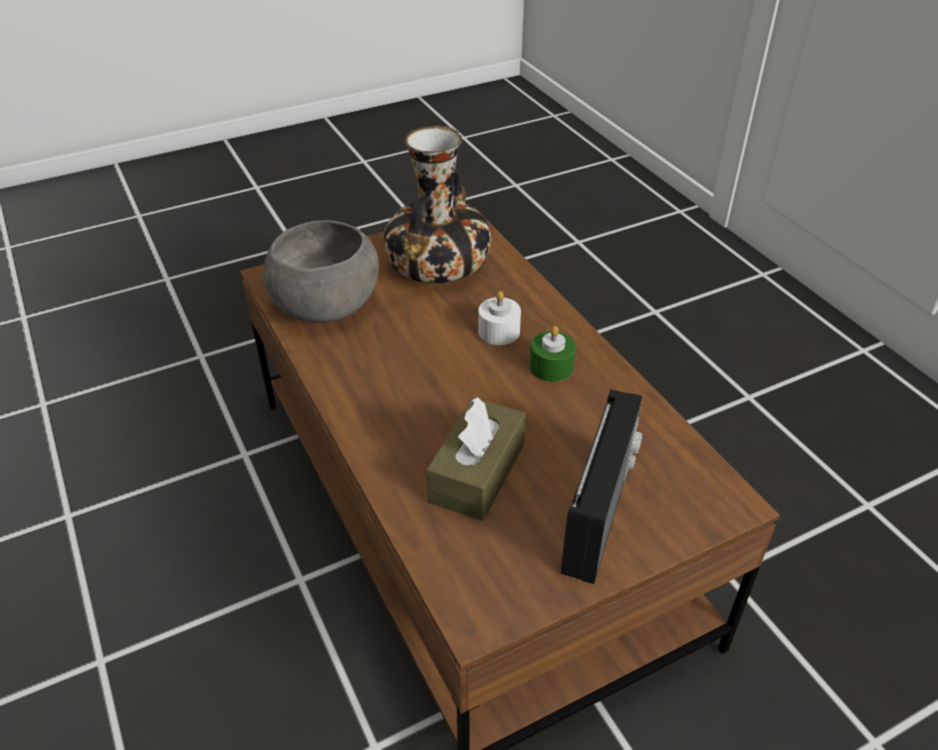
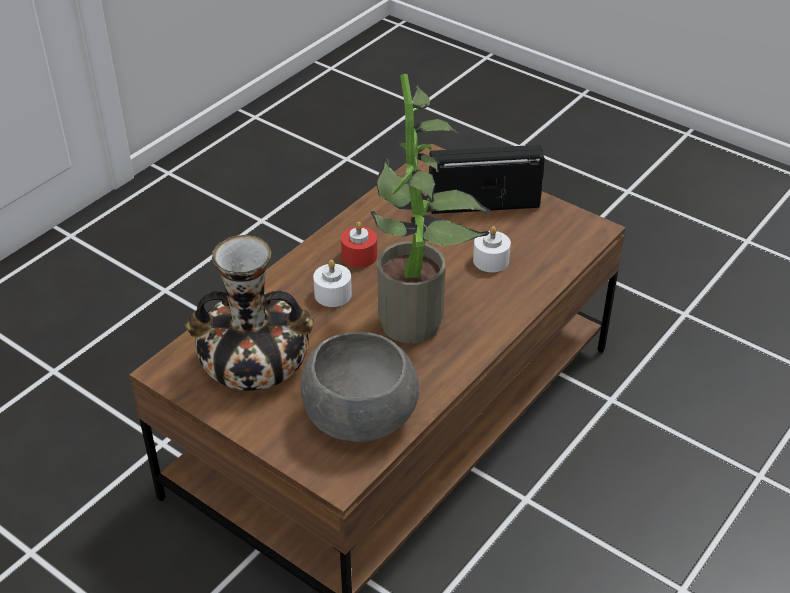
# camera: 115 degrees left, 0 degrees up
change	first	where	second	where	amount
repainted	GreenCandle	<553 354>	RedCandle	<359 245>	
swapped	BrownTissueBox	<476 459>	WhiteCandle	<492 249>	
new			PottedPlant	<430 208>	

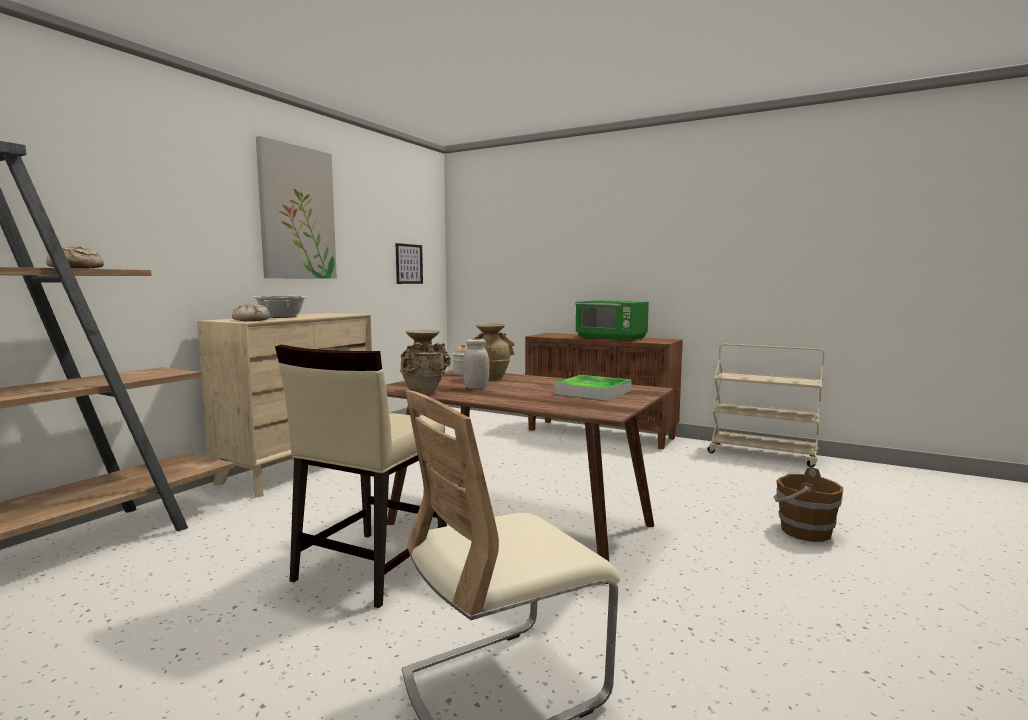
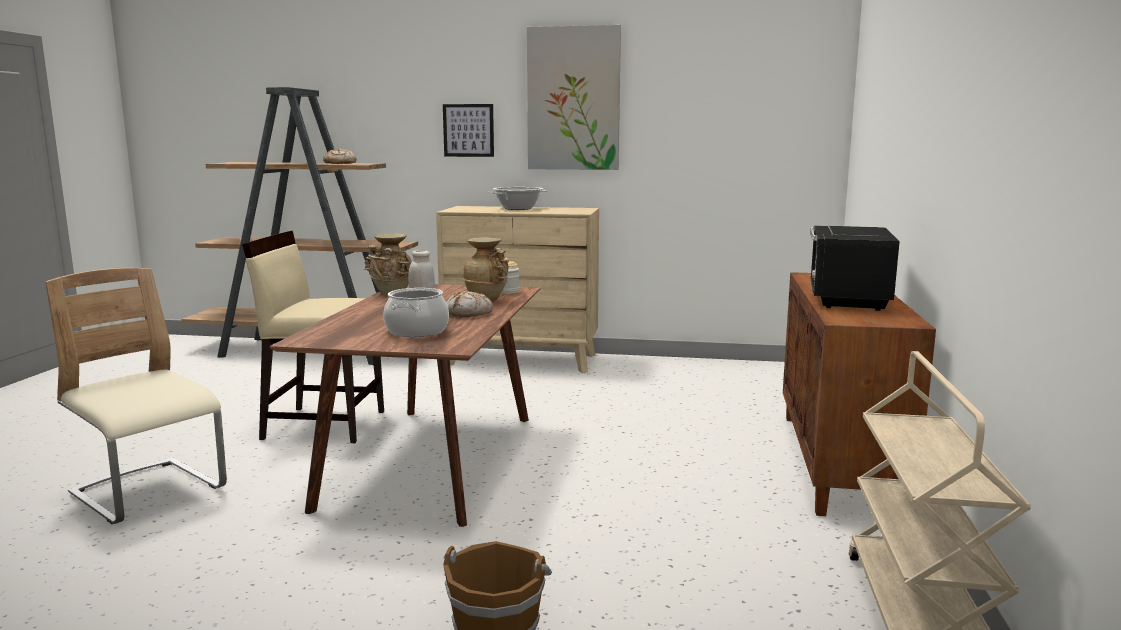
# camera: 70 degrees right, 5 degrees up
change	first	where	second	where	amount
shifted	Picture	<409 263>		<468 130>	
repainted	GreenMicrowave	<612 320>	BlackMicrowave	<855 268>	
shifted	Bread	<251 312>		<469 304>	
swapped	Tray	<593 388>	CookingPot	<416 312>	

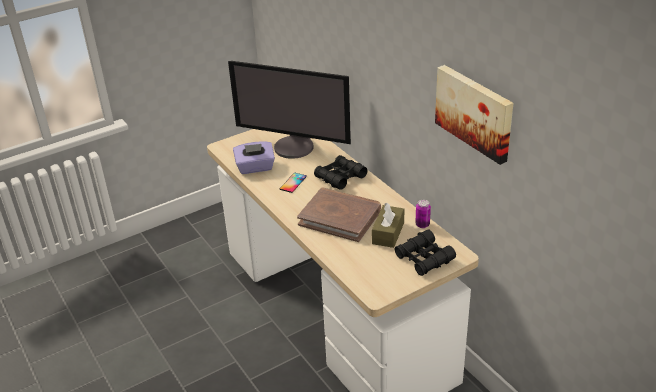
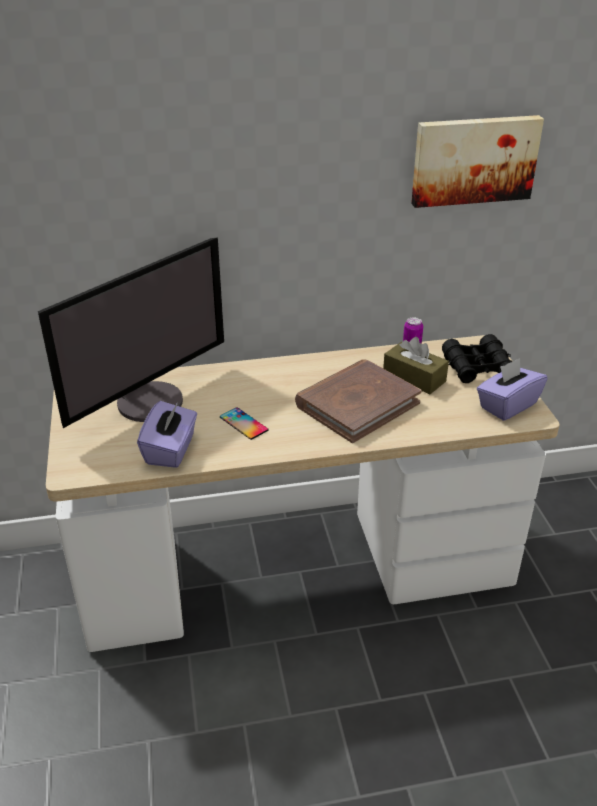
# camera: 70 degrees left, 0 degrees up
change	first	where	second	where	amount
gone	BlackBinoculars	<340 172>			
new			PurpleTissueBox	<512 389>	

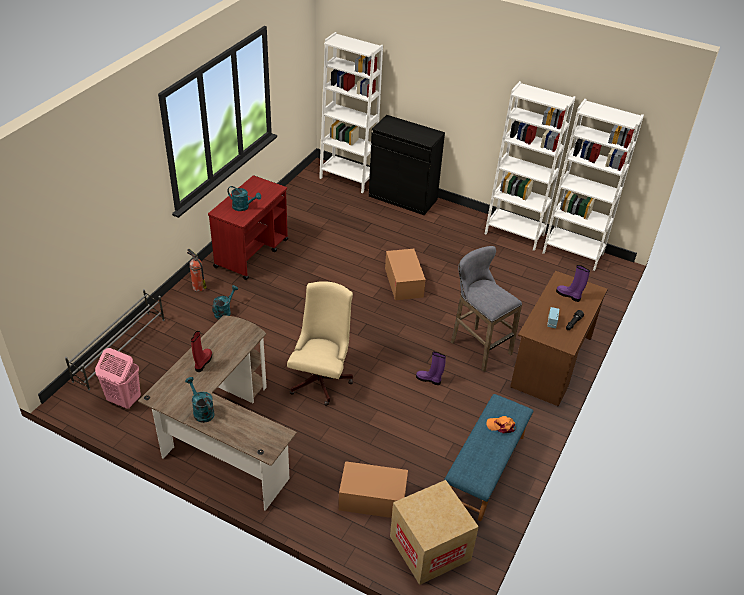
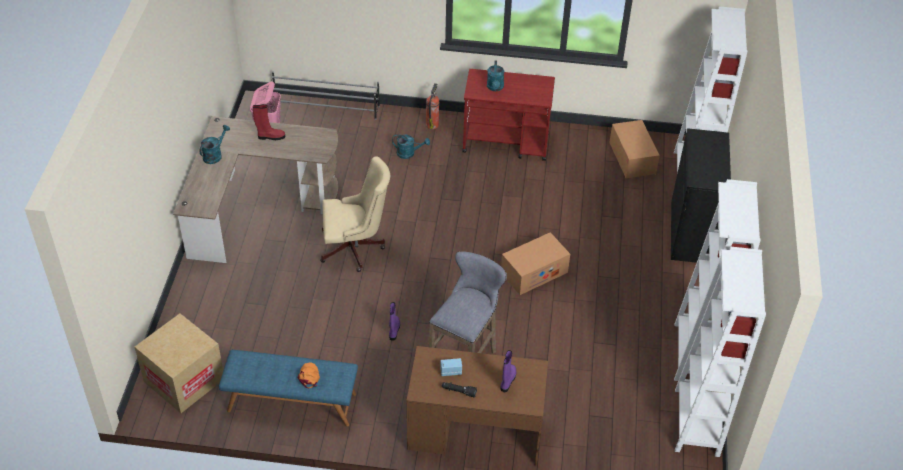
# camera: 70 degrees right, 5 degrees up
change	first	where	second	where	amount
shifted	CardboardBox	<373 489>		<634 149>	

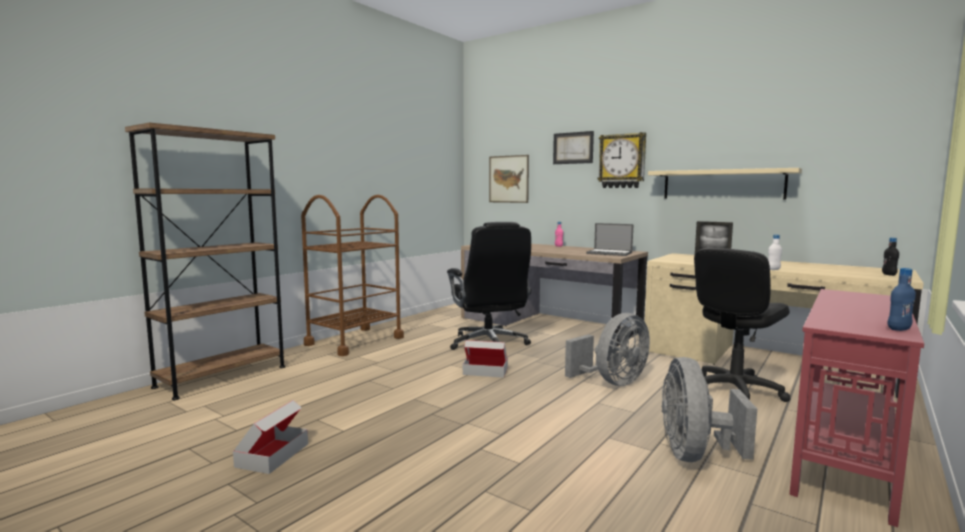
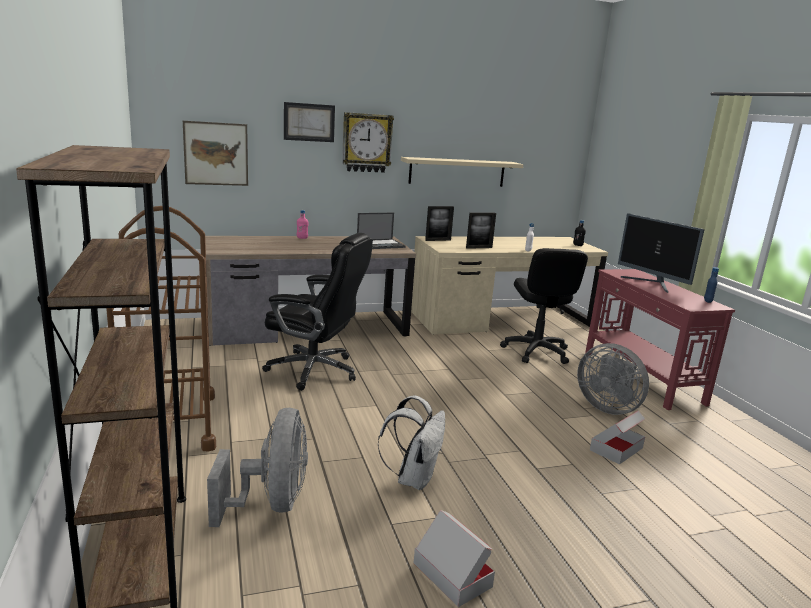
# camera: 55 degrees left, 10 degrees up
change	first	where	second	where	amount
shifted	GreyFan	<607 349>		<257 467>	
shifted	CardboardBox	<485 359>		<617 438>	
new			PictureFrame	<439 223>	
new			Monitor	<661 253>	
new			WhiteBackpack	<411 442>	

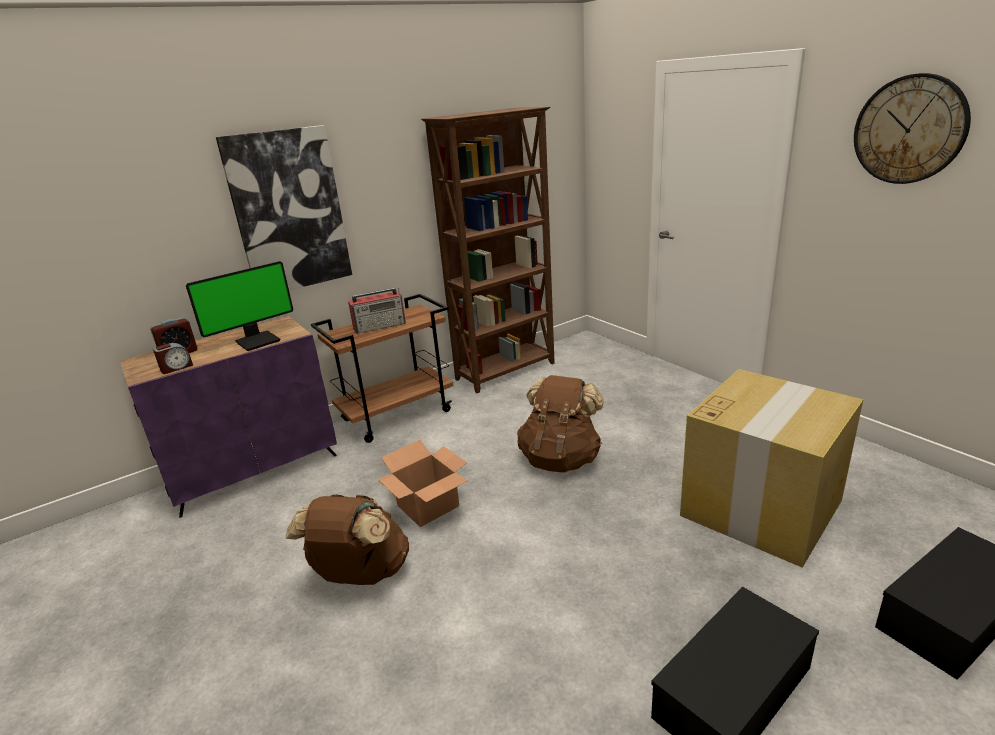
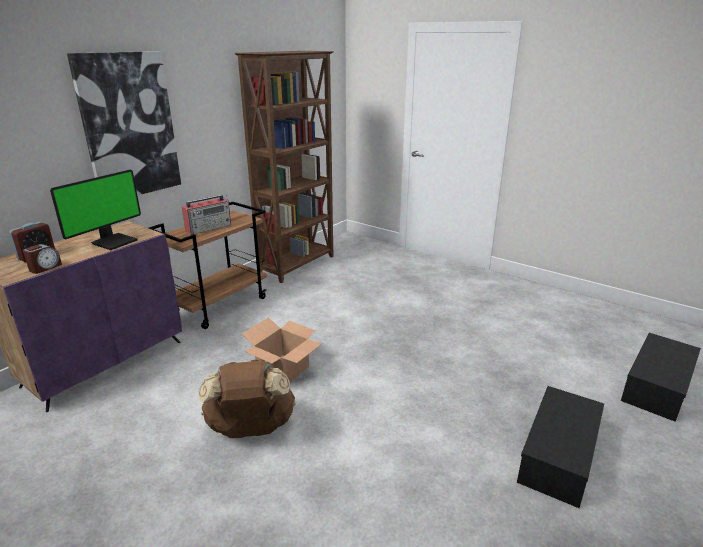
# camera: 20 degrees left, 0 degrees up
change	first	where	second	where	amount
gone	WallClock	<912 128>			
gone	CardboardBox	<771 468>			
gone	BrownBackpack	<560 424>			

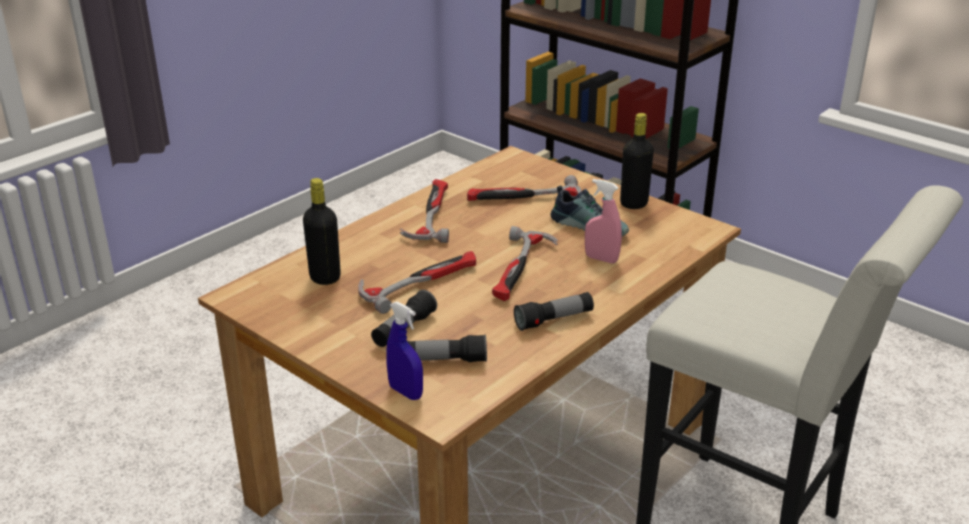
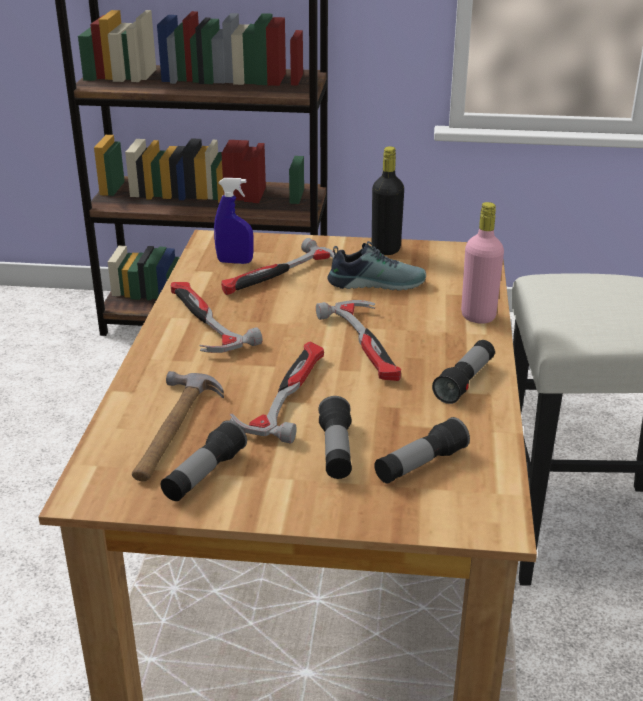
# camera: 35 degrees left, 0 degrees up
change	first	where	second	where	amount
swapped	BlackBottle	<322 231>	Hammer	<178 426>	
gone	PinkSprayBottle	<603 221>			
shifted	BlueSprayBottle	<404 350>		<234 221>	
new			PinkBottle	<482 263>	
new			Flashlight	<204 460>	

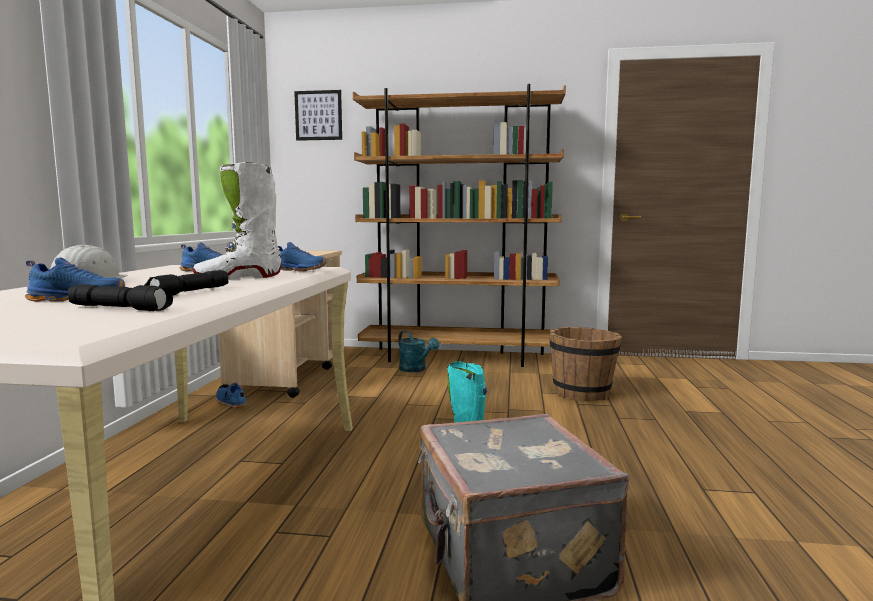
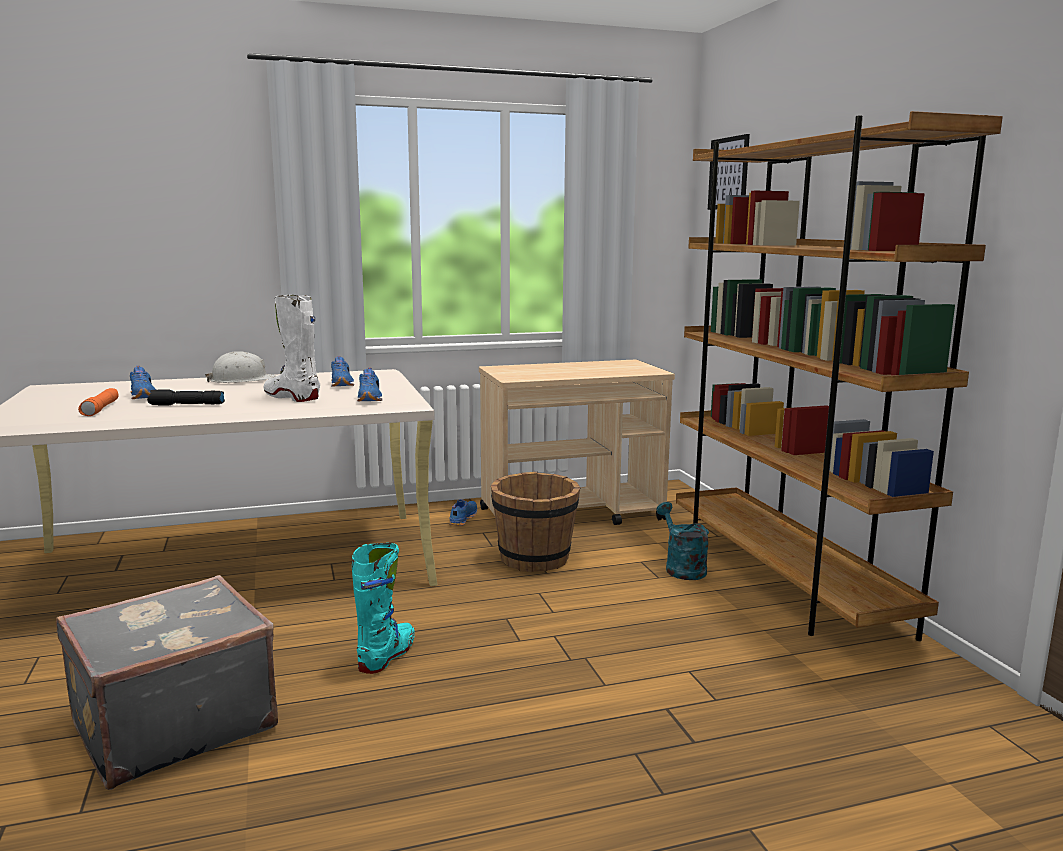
# camera: 65 degrees right, 5 degrees up
change	first	where	second	where	amount
repainted	BlackFlashlight	<120 298>	OrangeFlashlight	<98 402>	
shifted	BrownBucket	<585 364>		<535 522>	
rotated	TurquoiseWateringCan	<418 351>		<682 541>	135 degrees clockwise

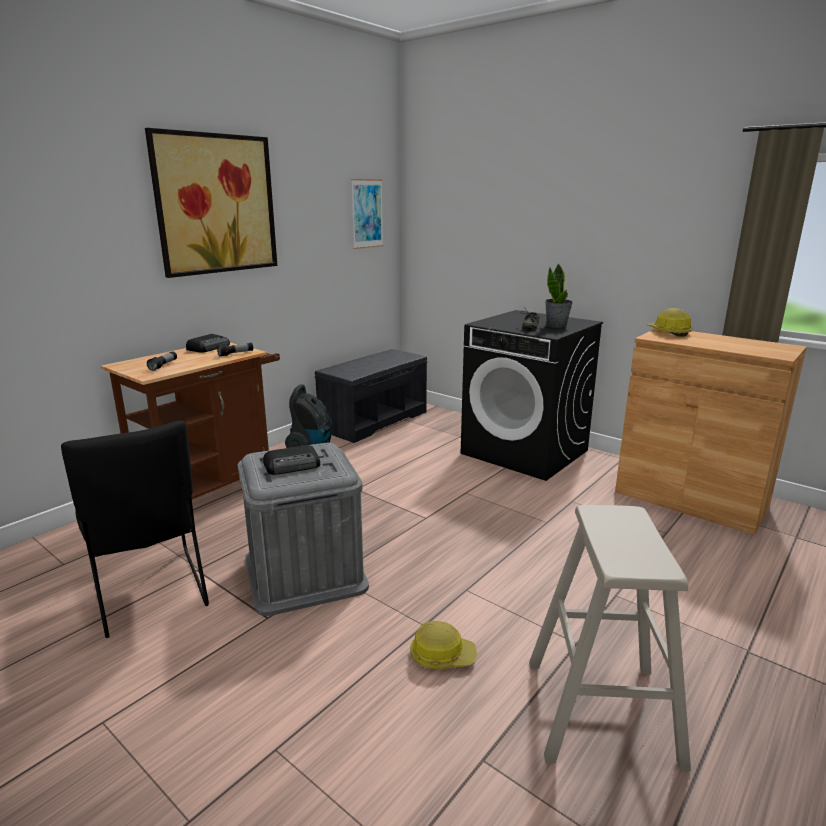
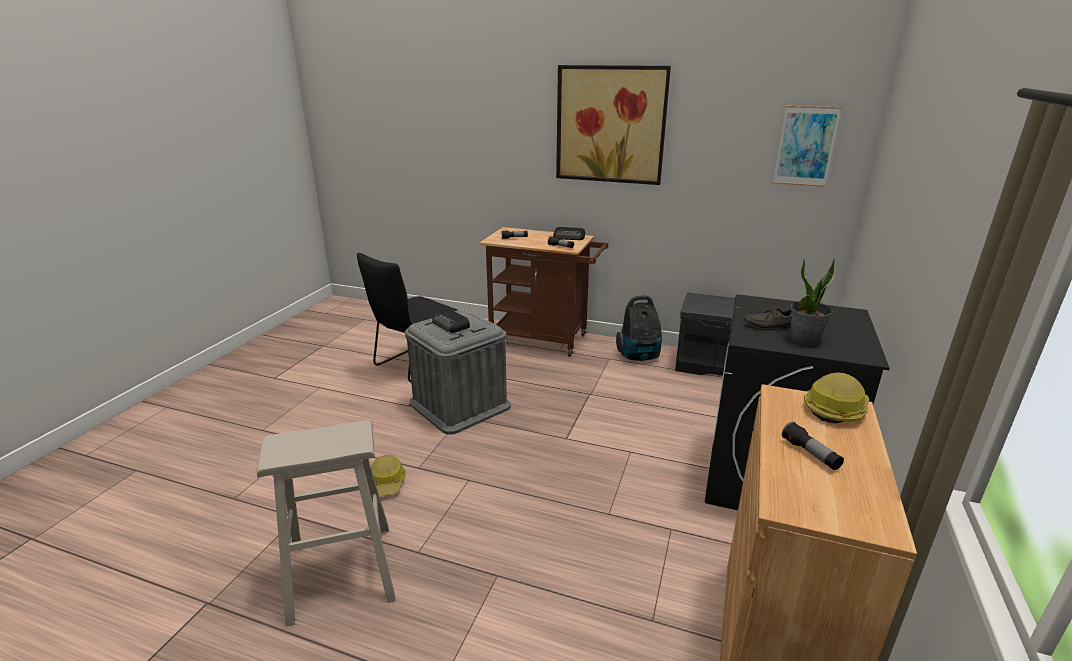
# camera: 70 degrees right, 5 degrees up
change	first	where	second	where	amount
new			Flashlight	<813 446>	

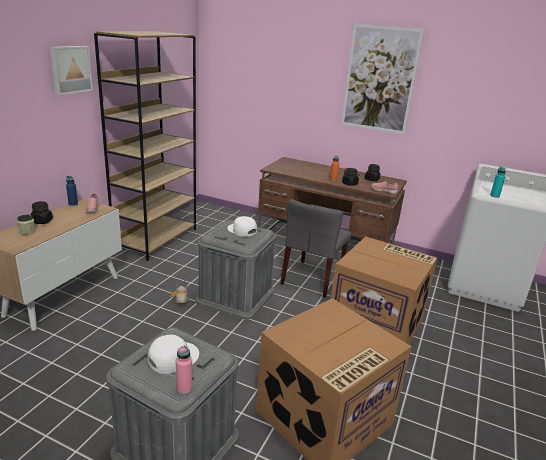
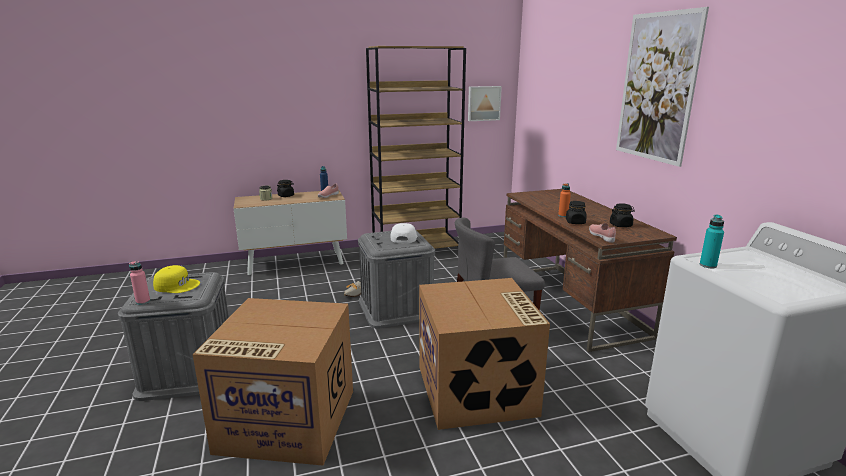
# camera: 50 degrees right, 5 degrees down
change	first	where	second	where	amount
shifted	Picture	<71 70>		<485 103>	
repainted	WhiteCap	<173 354>	YellowCap	<176 279>	

